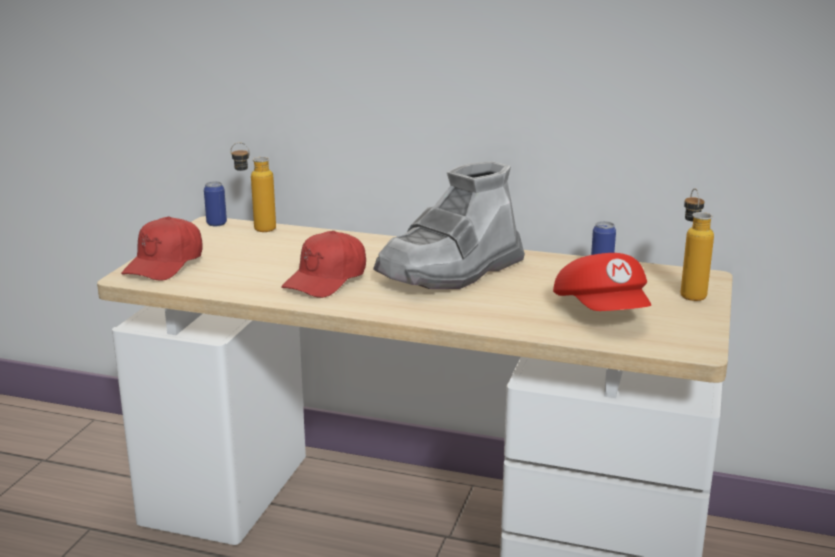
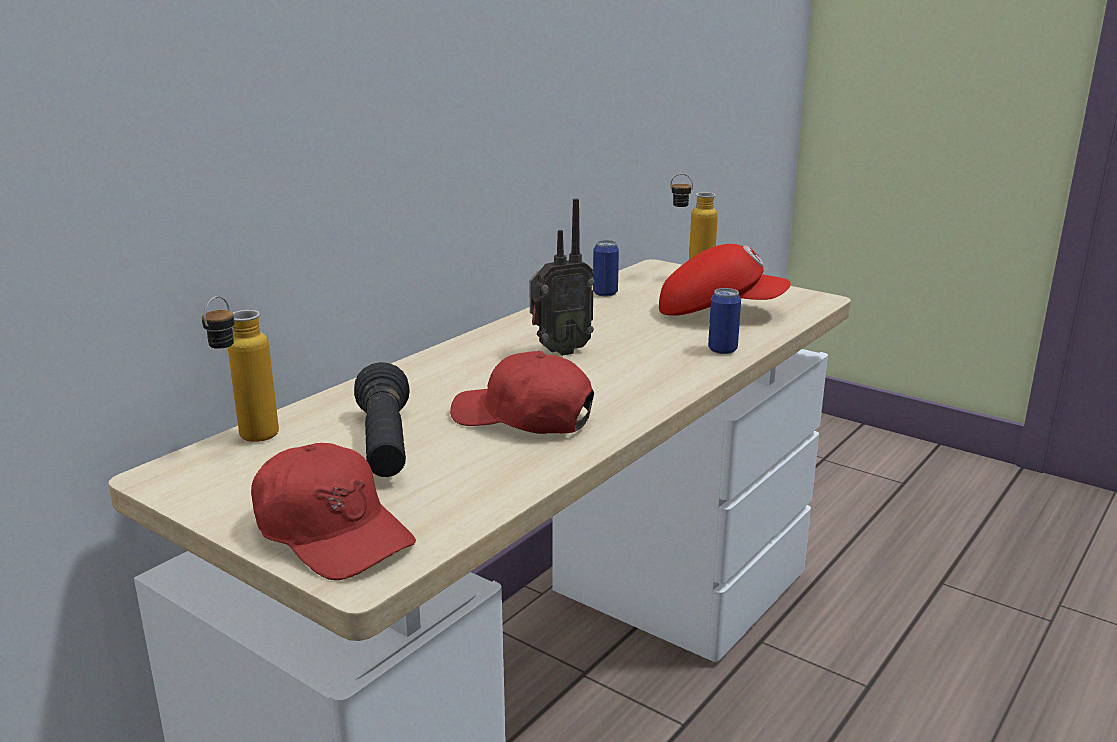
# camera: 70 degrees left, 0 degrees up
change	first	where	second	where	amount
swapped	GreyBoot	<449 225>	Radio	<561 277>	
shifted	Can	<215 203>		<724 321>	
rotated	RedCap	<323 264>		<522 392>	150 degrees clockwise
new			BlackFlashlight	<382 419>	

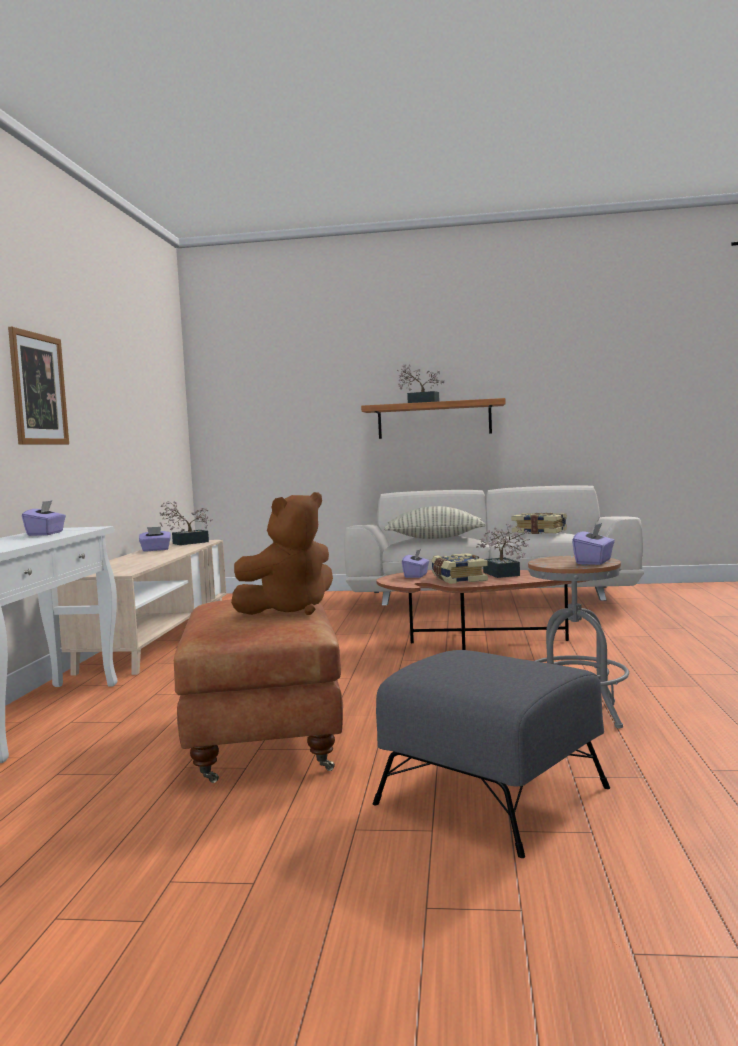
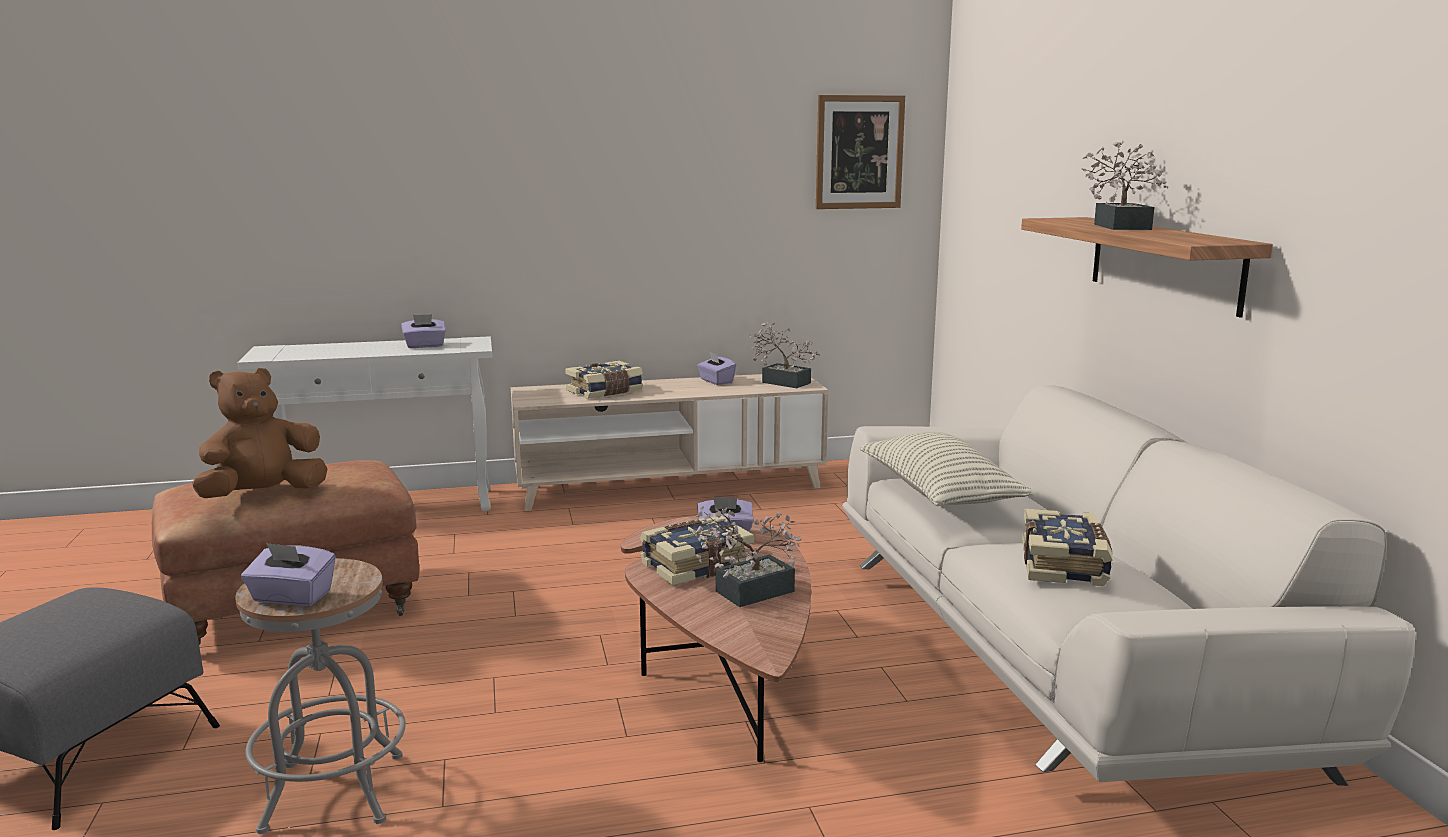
# camera: 70 degrees right, 10 degrees up
change	first	where	second	where	amount
shifted	Picture	<38 386>		<860 152>	
rotated	BrownPlushToy	<282 553>		<259 433>	105 degrees clockwise
new			Book	<604 380>	

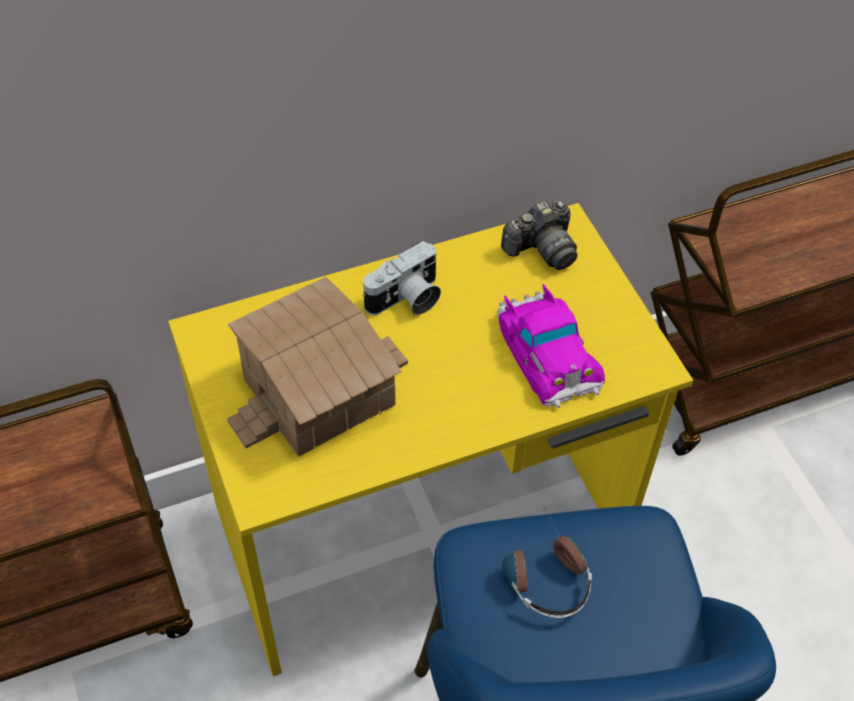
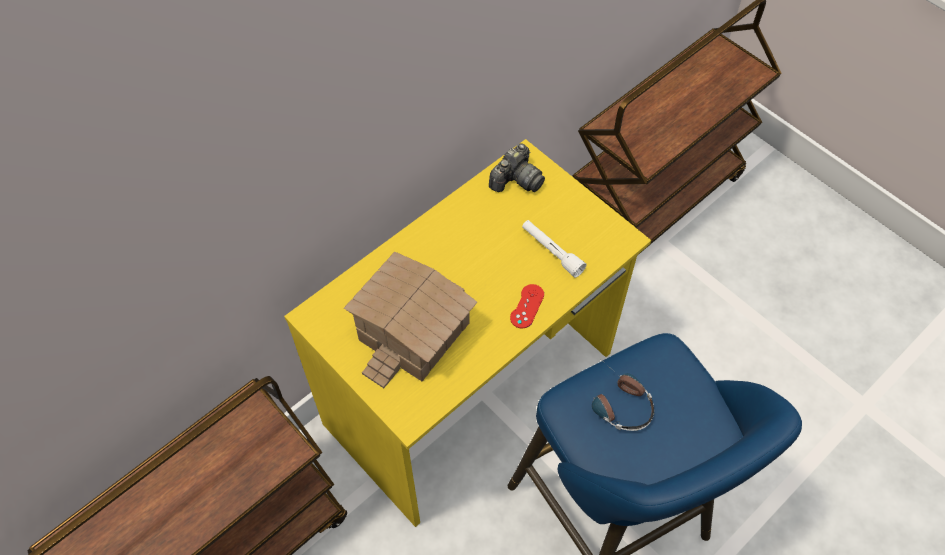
# camera: 20 degrees left, 5 degrees up
change	first	where	second	where	amount
gone	PhotoCamera	<401 278>			
swapped	ToyCar	<551 346>	WhiteFlashlight	<554 249>	
new			RedGameController	<527 306>	

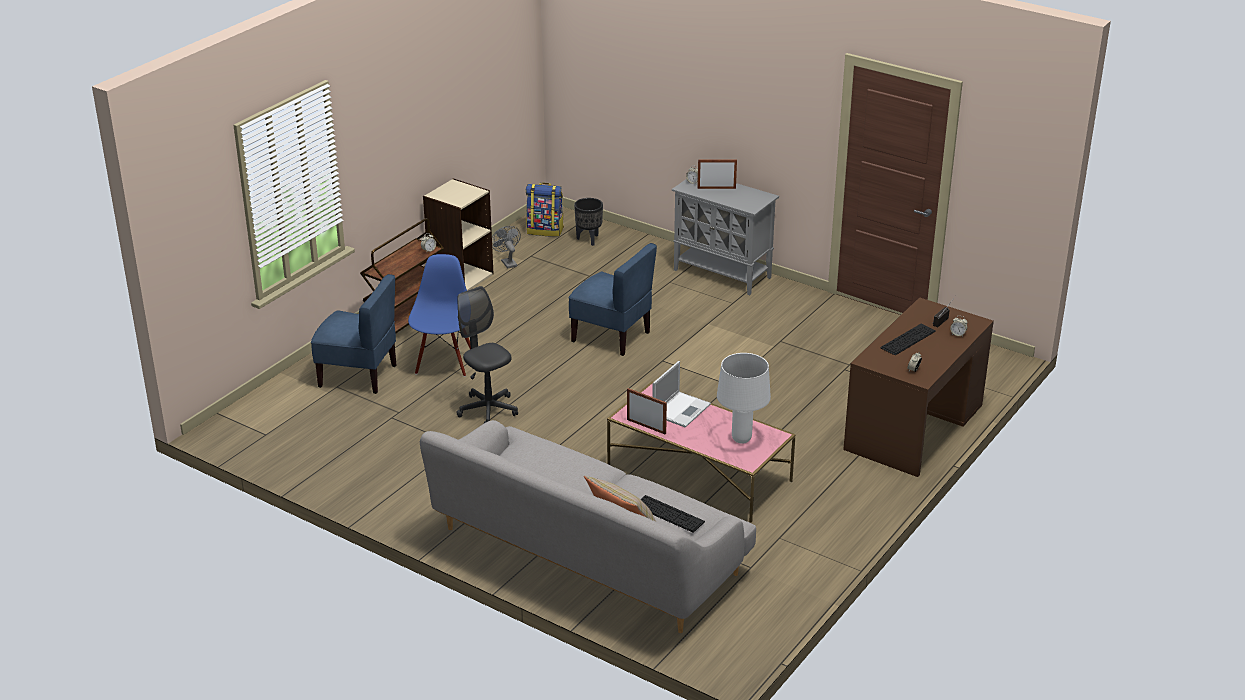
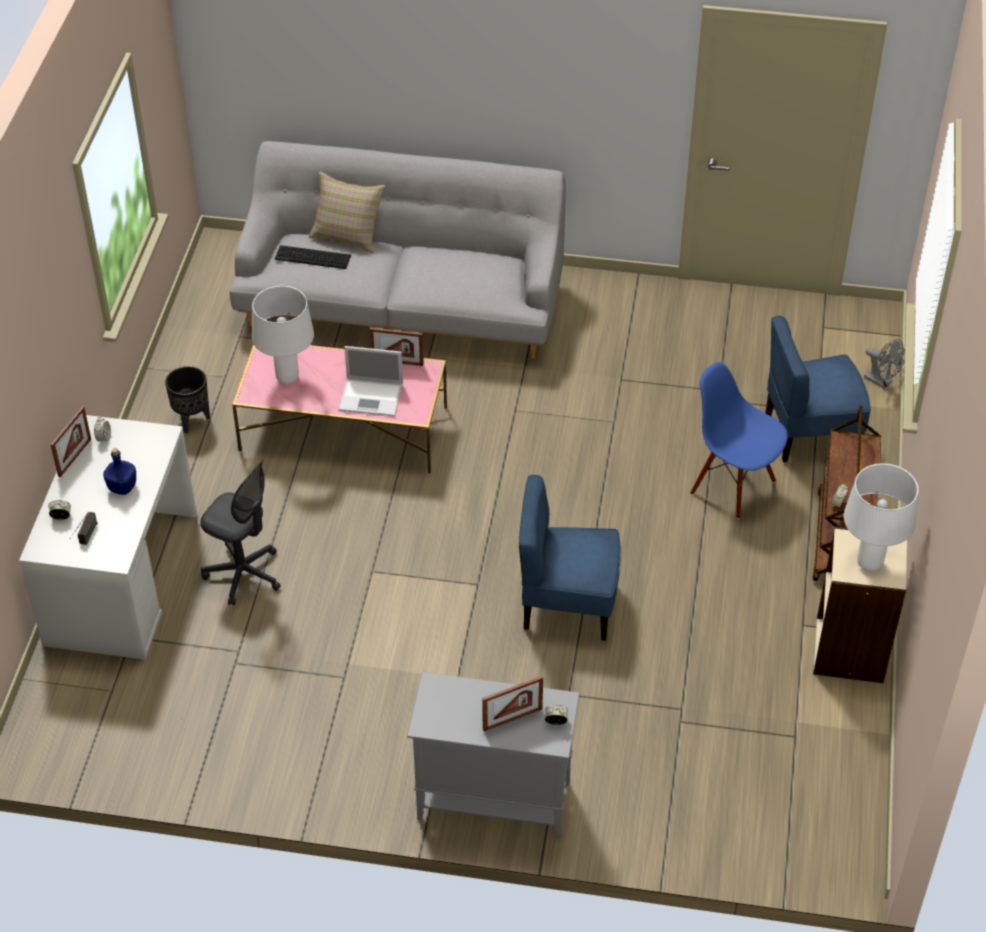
# camera: 155 degrees right, 15 degrees up
change	first	where	second	where	amount
gone	Backpack	<545 210>			
shifted	BlackPlanter	<588 222>		<187 399>	
shifted	GreyFan	<506 247>		<884 364>	
rotated	BlueChair	<439 315>		<739 440>	150 degrees clockwise
shifted	GreyOfficeChair	<487 355>		<240 532>	
repainted	BrownDesk	<918 387>	WhiteDesk	<108 537>	
swapped	Keyboard	<908 339>	BlueBottle	<119 471>	
rotated	Laptop	<681 394>		<370 381>	90 degrees counterclockwise
new			PictureFrame	<70 441>	
new			WhiteTableLamp	<881 517>	

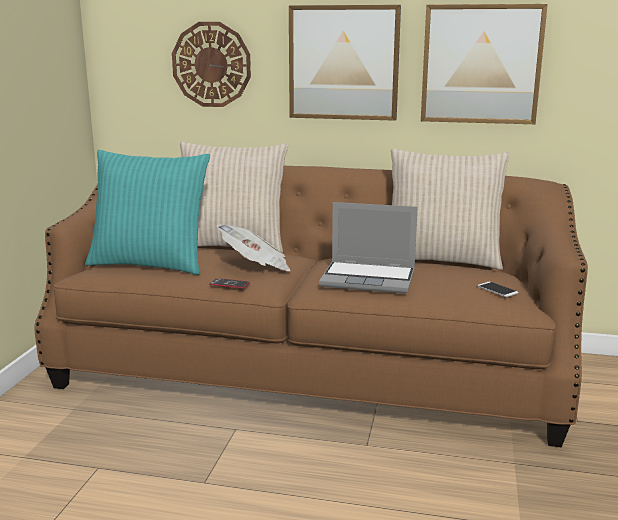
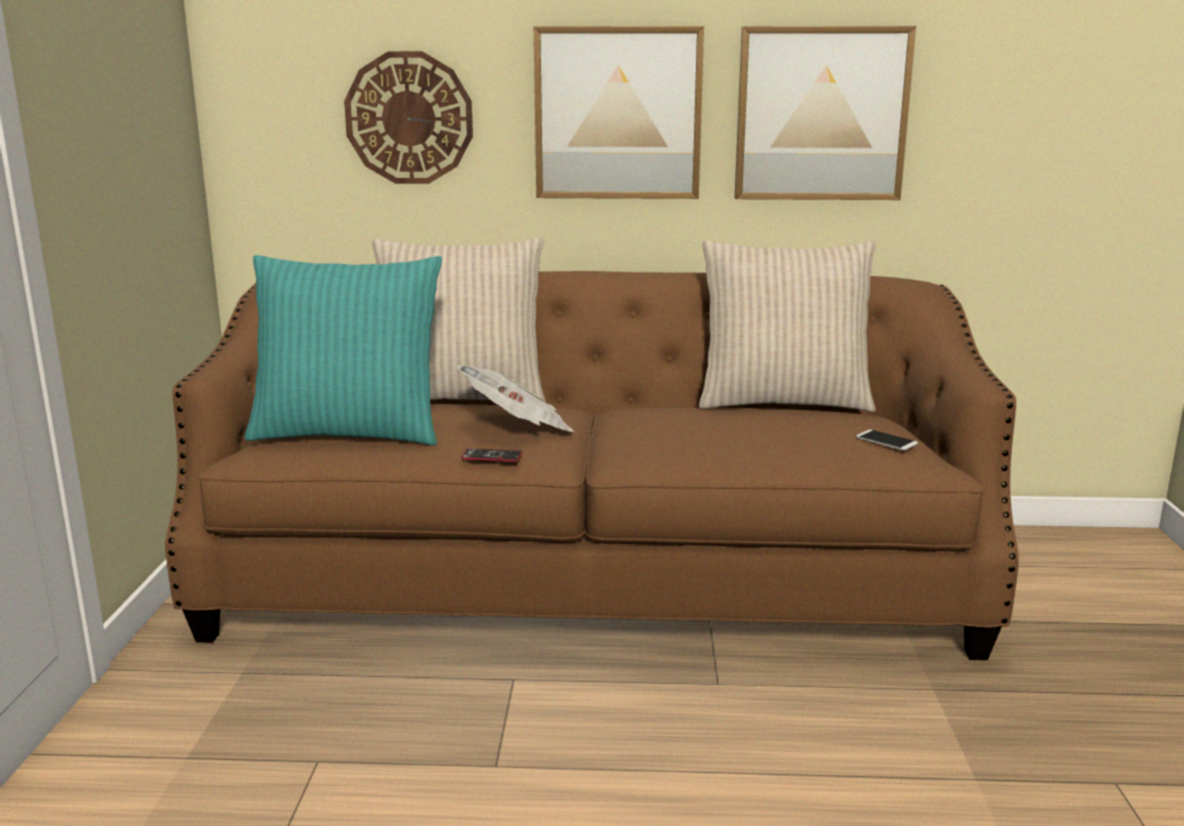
# camera: 10 degrees left, 0 degrees up
change	first	where	second	where	amount
gone	Laptop	<368 248>			

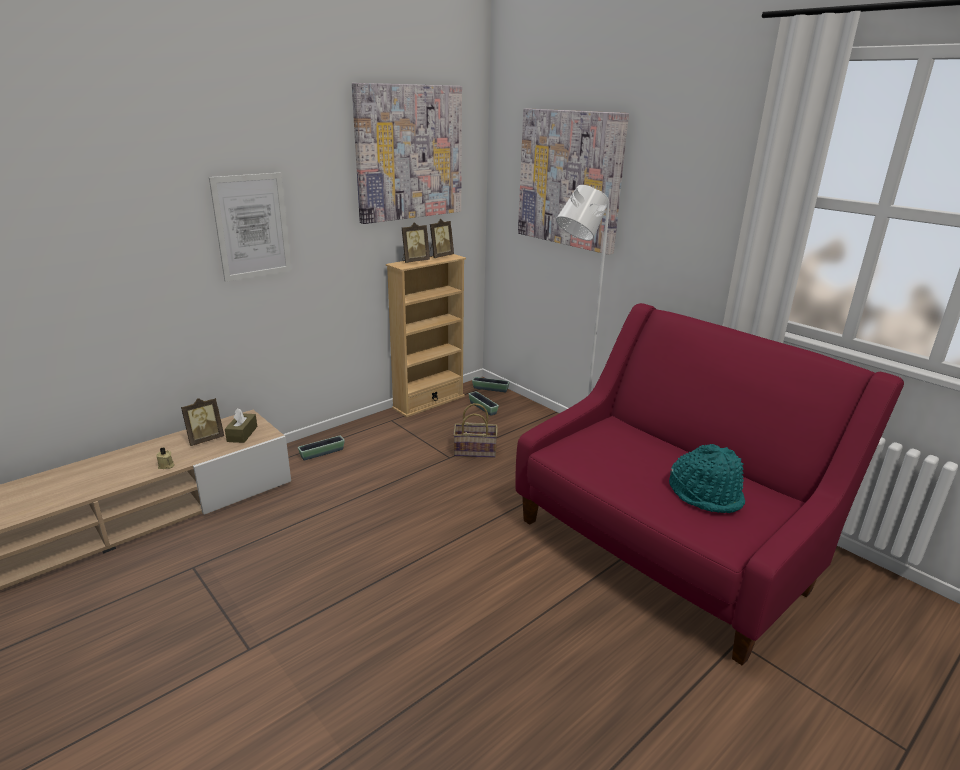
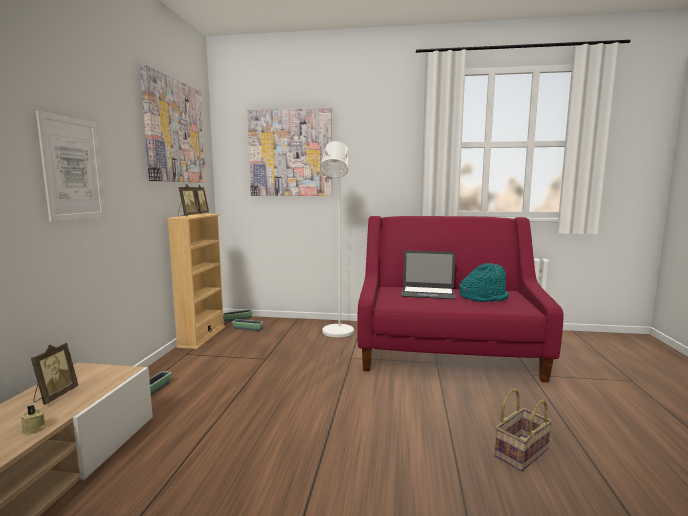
# camera: 40 degrees left, 15 degrees down
change	first	where	second	where	amount
shifted	Basket	<475 430>		<523 430>	
gone	BrownTissueBox	<241 425>			
new			Laptop	<428 274>	

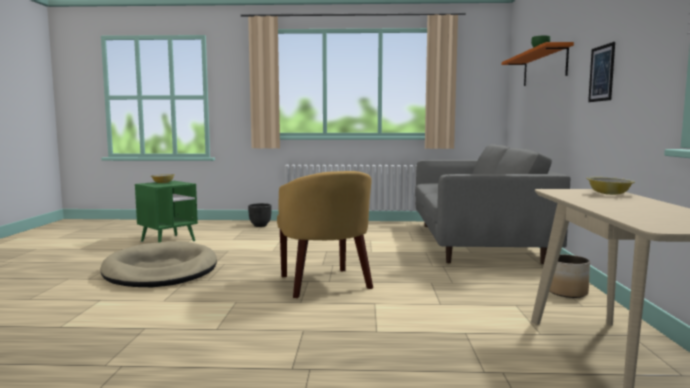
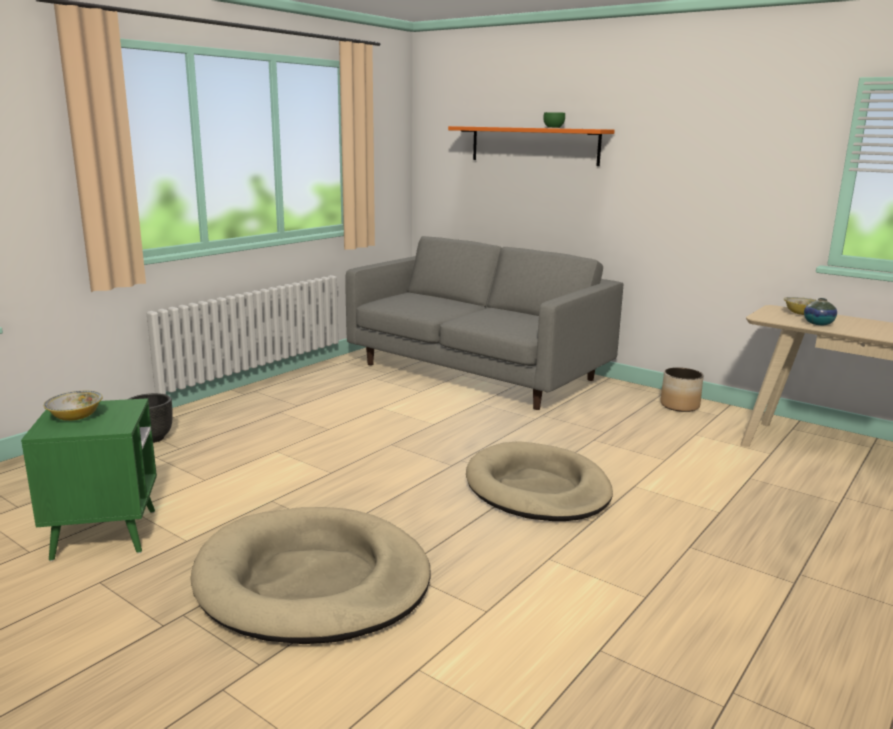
# camera: 55 degrees left, 10 degrees up
change	first	where	second	where	amount
gone	Picture	<601 72>			
swapped	YellowArmchair	<325 234>	BeigeDogBed	<539 481>	
new			Vase	<820 311>	

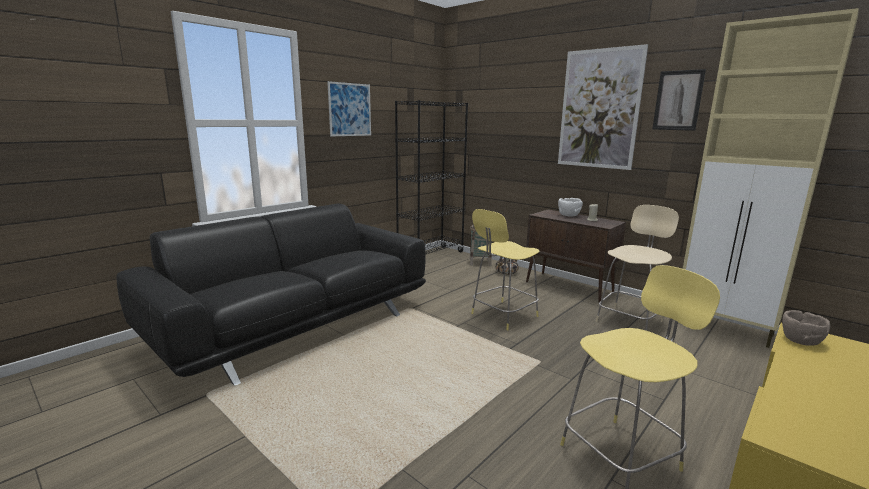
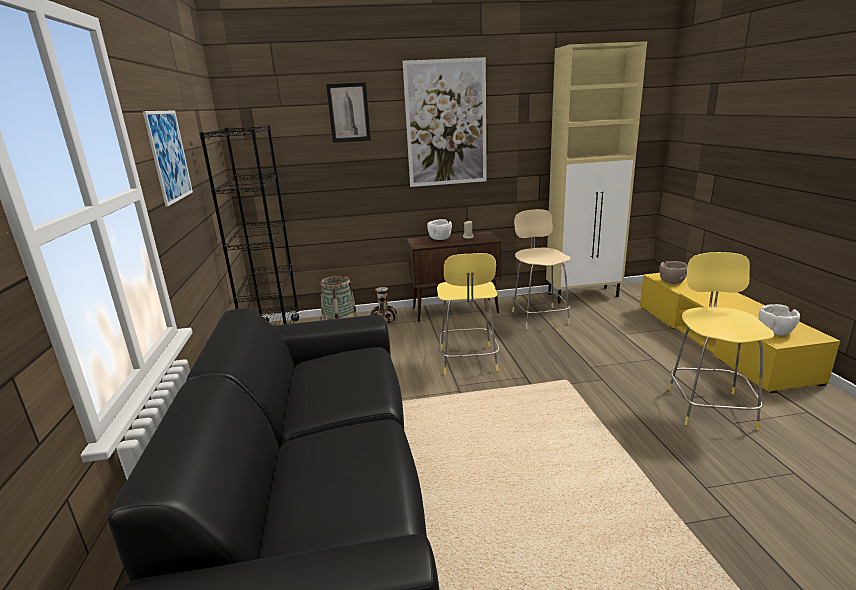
# camera: 50 degrees left, 5 degrees up
change	first	where	second	where	amount
shifted	Picture	<679 100>		<348 112>	
new			WhiteBowl	<779 319>	

